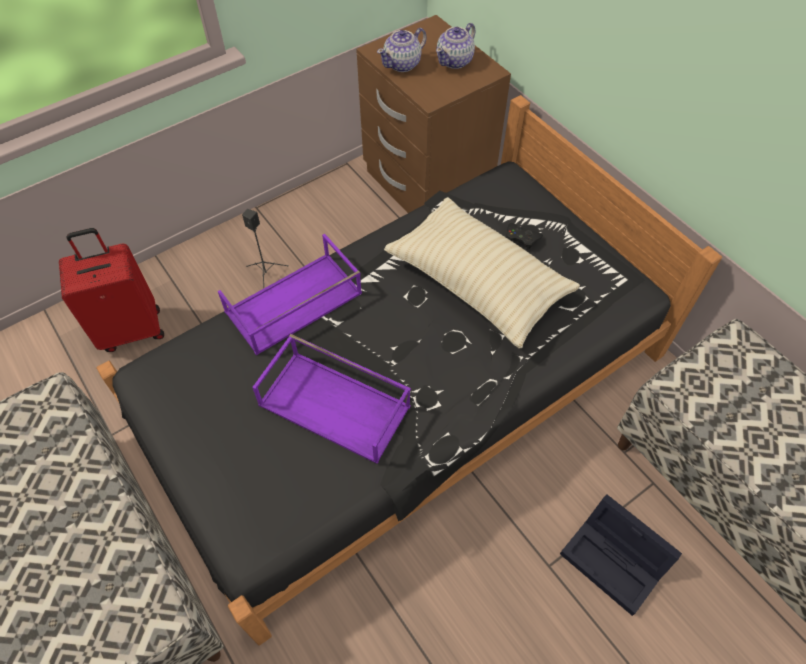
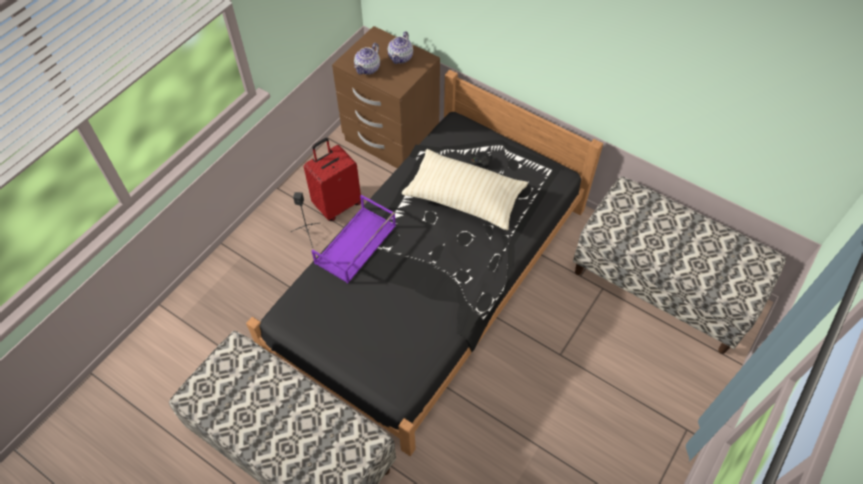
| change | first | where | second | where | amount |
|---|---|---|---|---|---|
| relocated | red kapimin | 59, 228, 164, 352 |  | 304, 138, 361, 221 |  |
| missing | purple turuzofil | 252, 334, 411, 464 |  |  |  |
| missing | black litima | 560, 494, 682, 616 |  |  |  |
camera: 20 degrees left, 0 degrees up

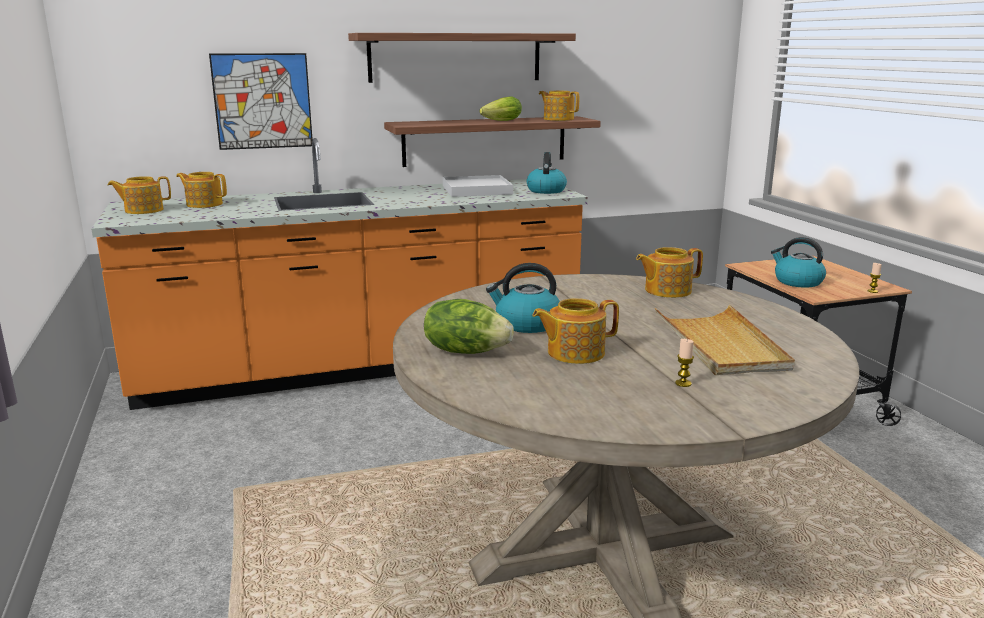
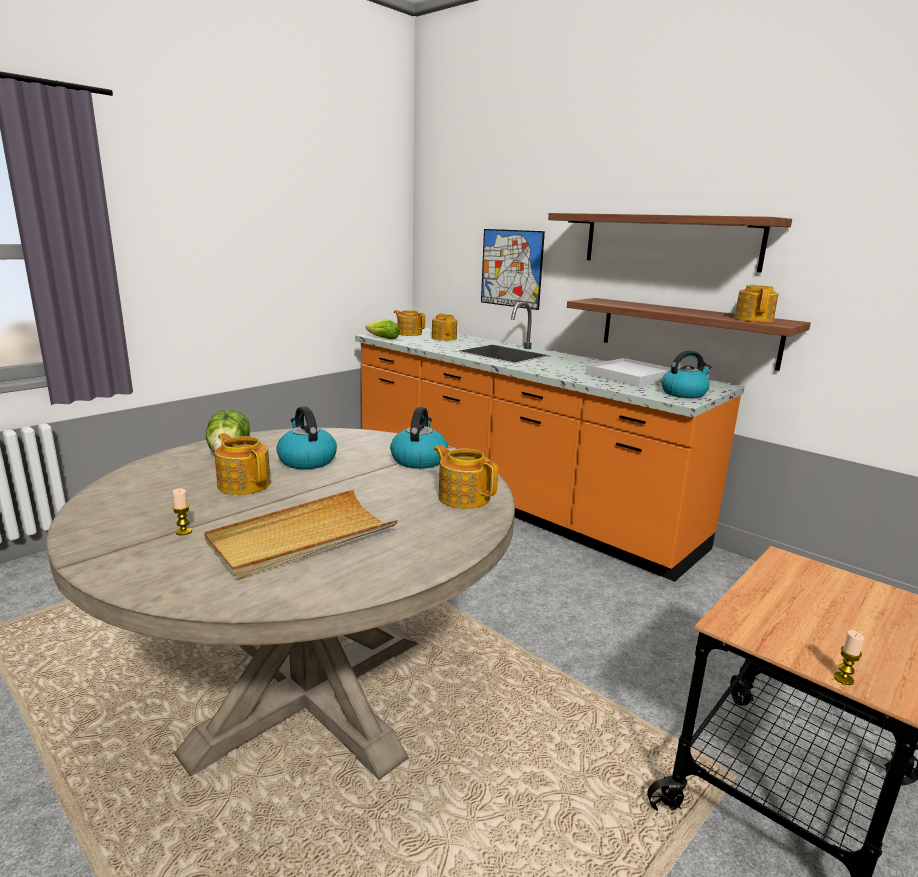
| change | first | where | second | where | amount |
|---|---|---|---|---|---|
| relocated | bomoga | 480, 97, 522, 121 |  | 365, 320, 400, 339 |  |
| relocated | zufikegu | 771, 237, 826, 288 |  | 390, 407, 448, 469 |  |
camera: 60 degrees right, 0 degrees up

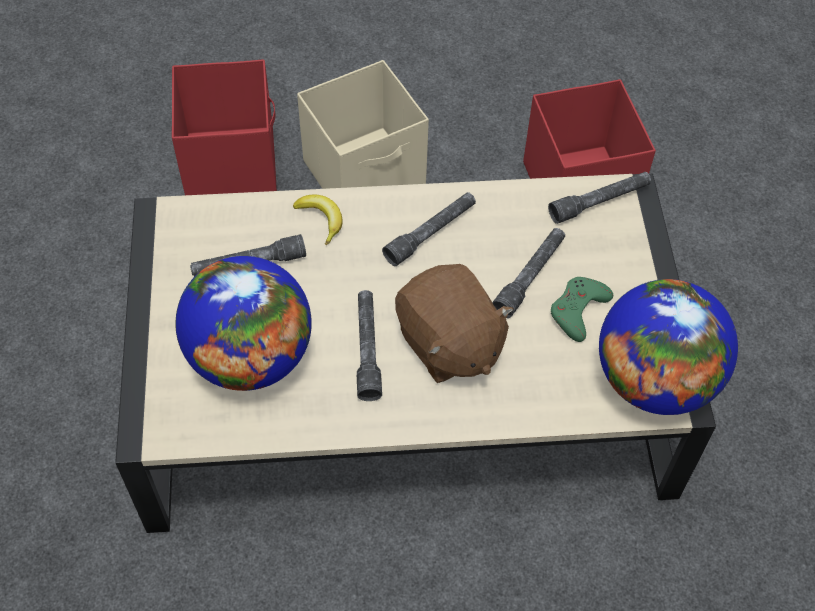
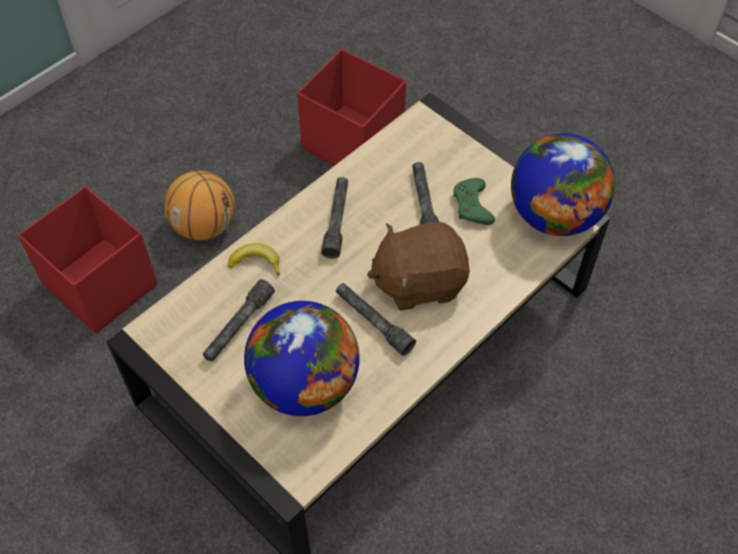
| change | first | where | second | where | amount |
|---|---|---|---|---|---|
| exchanged | beige litima | 297, 60, 429, 189 | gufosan | 164, 171, 235, 240 |  |
| spun | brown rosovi | 395, 264, 514, 383 |  | 367, 222, 470, 311 | 150 degrees clockwise |
| missing | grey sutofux | 548, 172, 651, 224 |  |  |  |
camera: 40 degrees left, 0 degrees up

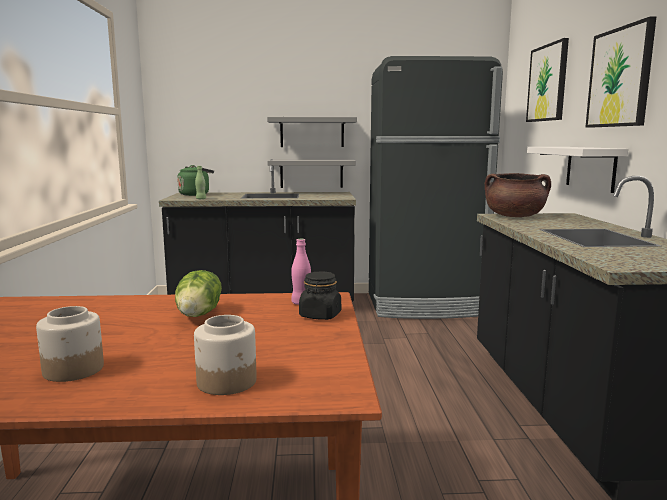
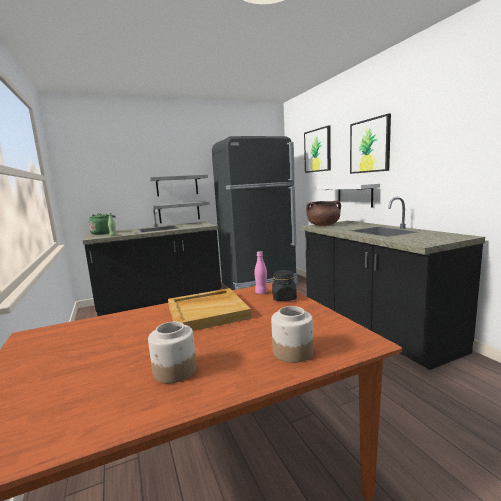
| change | first | where | second | where | amount |
|---|---|---|---|---|---|
| exchanged | bomoga | 175, 270, 222, 317 | beige turuzofil | 168, 288, 252, 331 |  |
camera: 20 degrees left, 0 degrees up

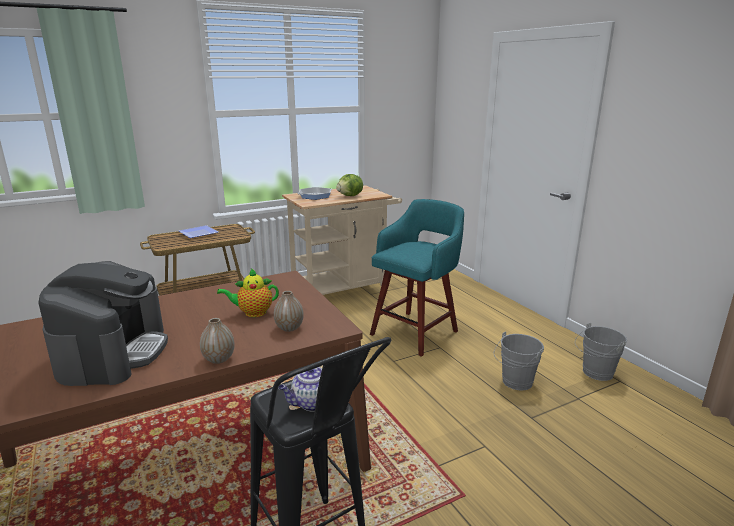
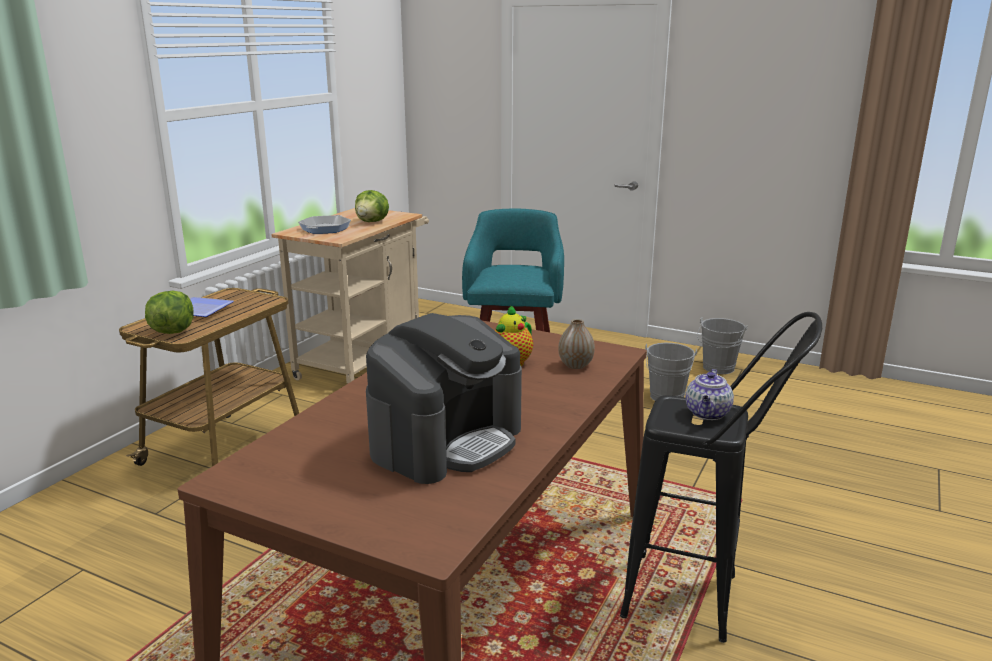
| change | first | where | second | where | amount |
|---|---|---|---|---|---|
| appeared |  |  | bomoga | 145, 291, 193, 334 |  |
| spun | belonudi | 38, 261, 168, 386 |  | 366, 313, 522, 484 | 75 degrees clockwise |
| missing | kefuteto | 200, 318, 235, 364 |  |  |  |
camera: 35 degrees left, 0 degrees up

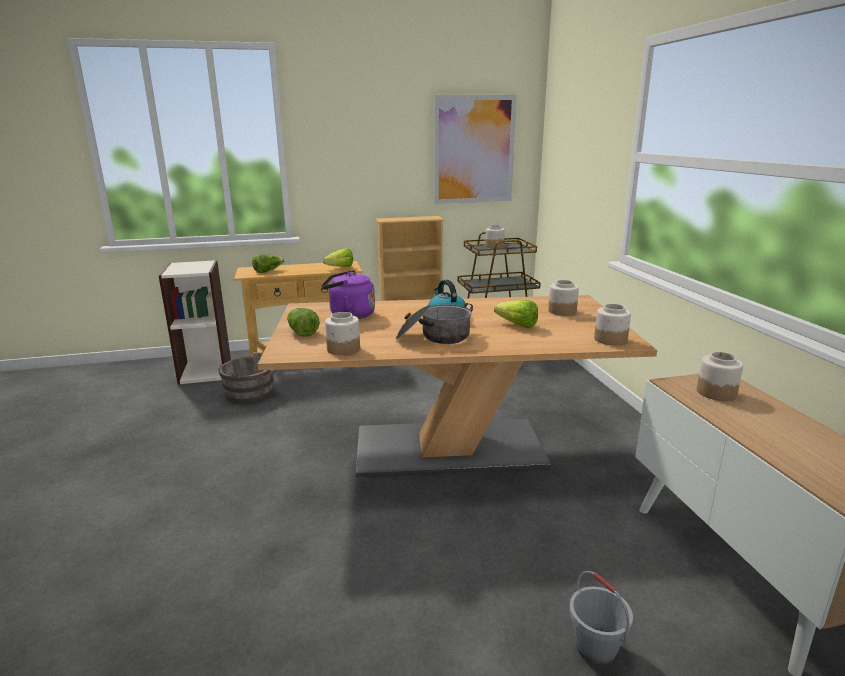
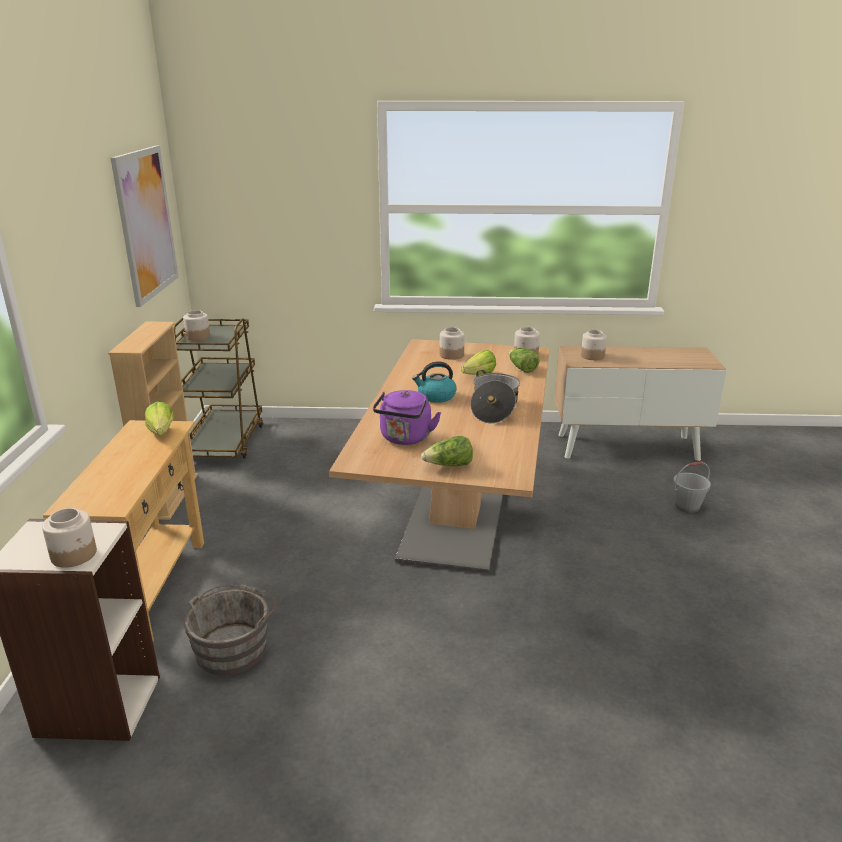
| change | first | where | second | where | amount |
|---|---|---|---|---|---|
| relocated | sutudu | 325, 312, 360, 355 |  | 42, 508, 97, 568 |  |
| relocated | bomoga | 252, 254, 284, 273 |  | 509, 348, 539, 373 |  |
camera: 75 degrees left, 5 degrees up

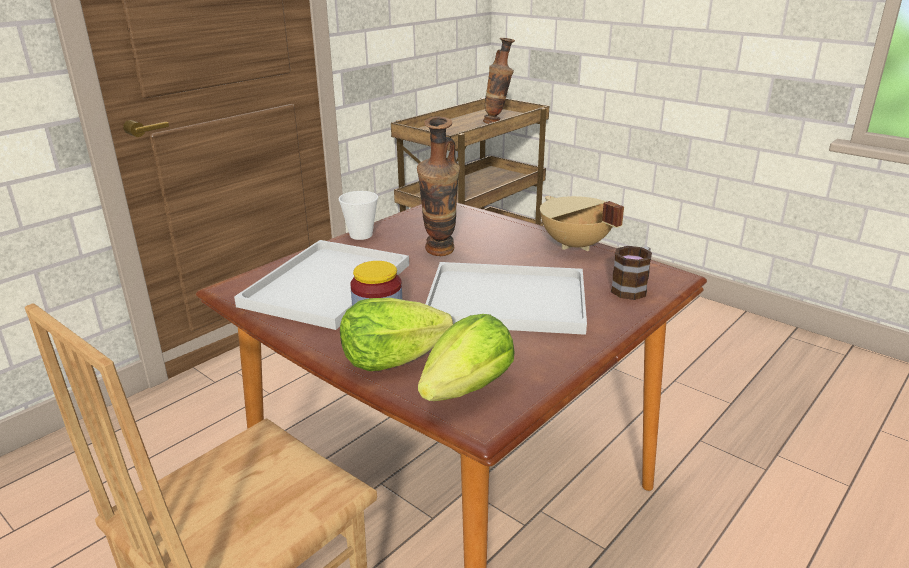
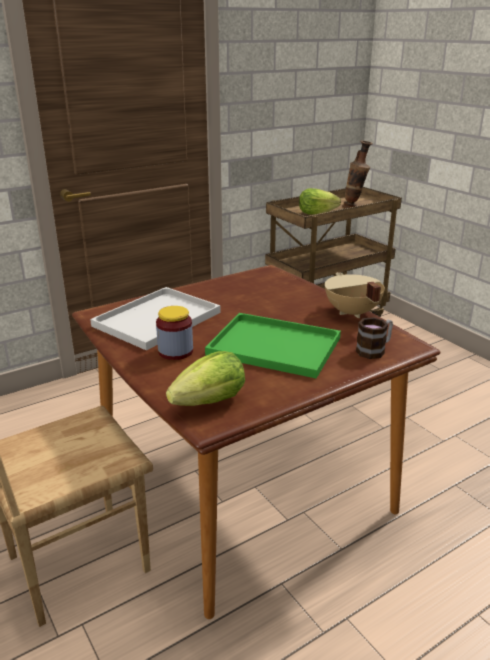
| change | first | where | second | where | amount |
|---|---|---|---|---|---|
| colour | white turuzofil | 425, 262, 587, 335 | green turuzofil | 205, 313, 341, 378 |  |
| relocated | bomoga | 340, 298, 453, 371 |  | 299, 188, 341, 215 |  |
| missing | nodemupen | 338, 191, 378, 240 |  |  |  |
| missing | kefuteto | 417, 117, 460, 256 |  |  |  |
camera: 15 degrees right, 0 degrees up

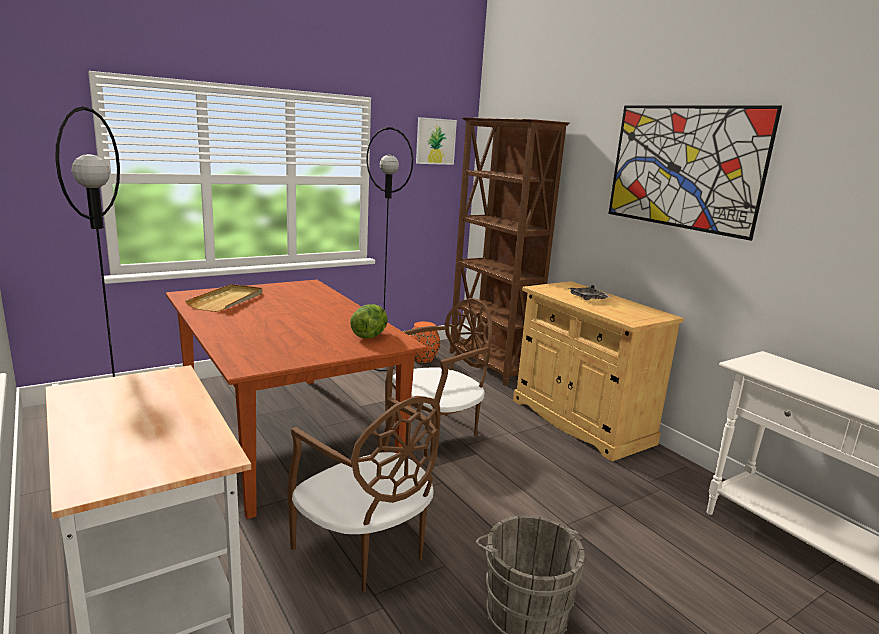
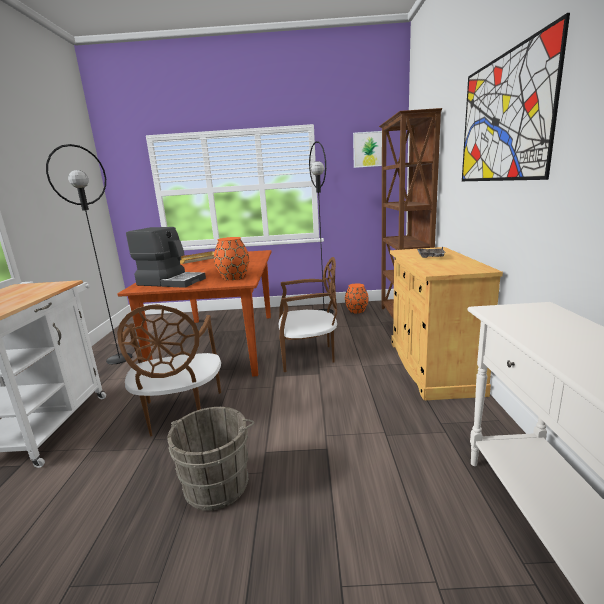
| change | first | where | second | where | amount |
|---|---|---|---|---|---|
| appeared |  |  | belonudi | 126, 227, 206, 288 |  |
| exchanged | bomoga | 350, 304, 388, 338 | orange kefuteto | 214, 237, 249, 280 |  |
camera: 35 degrees right, 0 degrees up

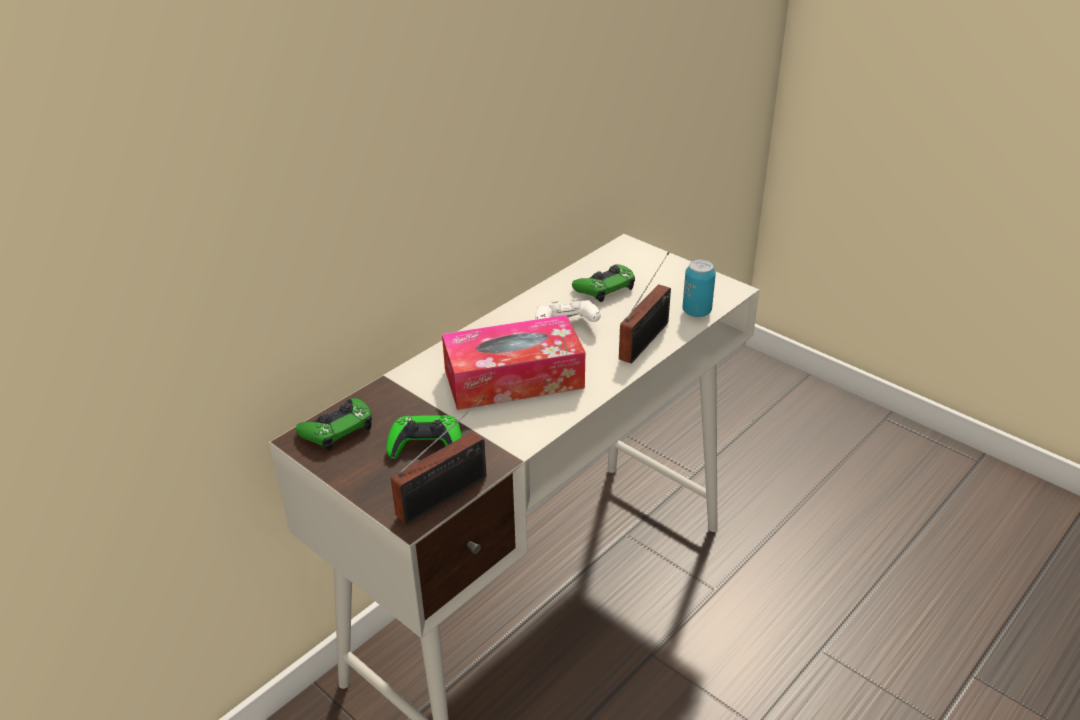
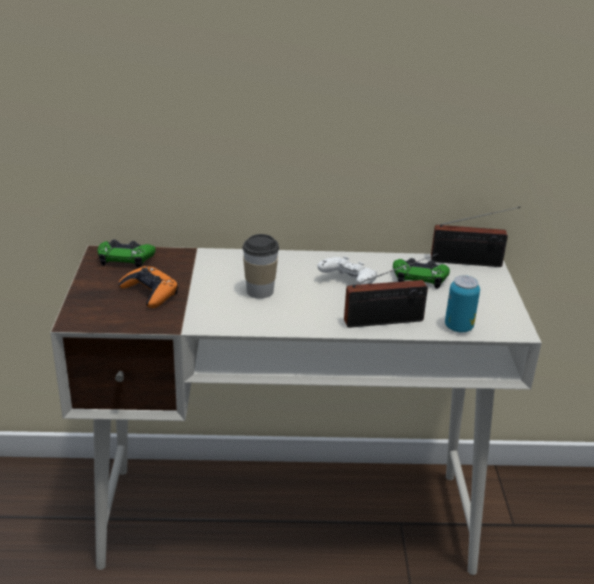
| change | first | where | second | where | amount |
|---|---|---|---|---|---|
| colour | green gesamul | 386, 415, 462, 459 | orange gesamul | 119, 266, 178, 308 |  |
| exchanged | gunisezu | 442, 315, 585, 410 | nodemupen | 242, 234, 279, 299 |  |
| relocated | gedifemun | 391, 397, 486, 524 |  | 431, 207, 520, 267 |  |
camera: 45 degrees right, 5 degrees down

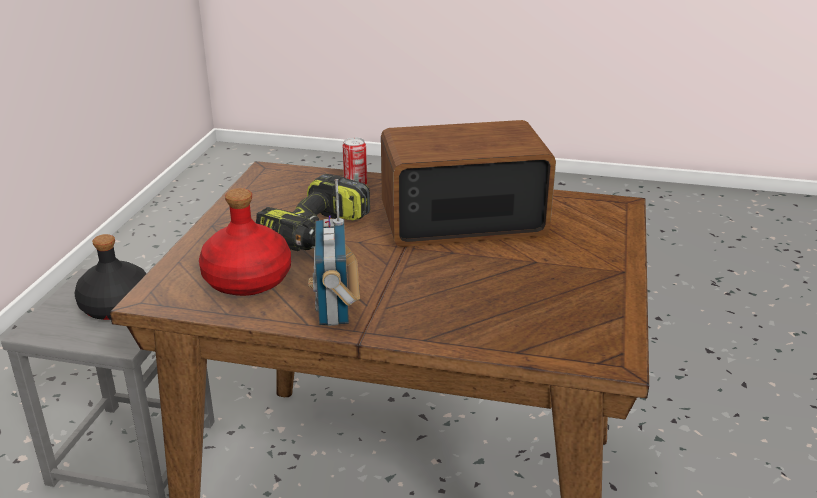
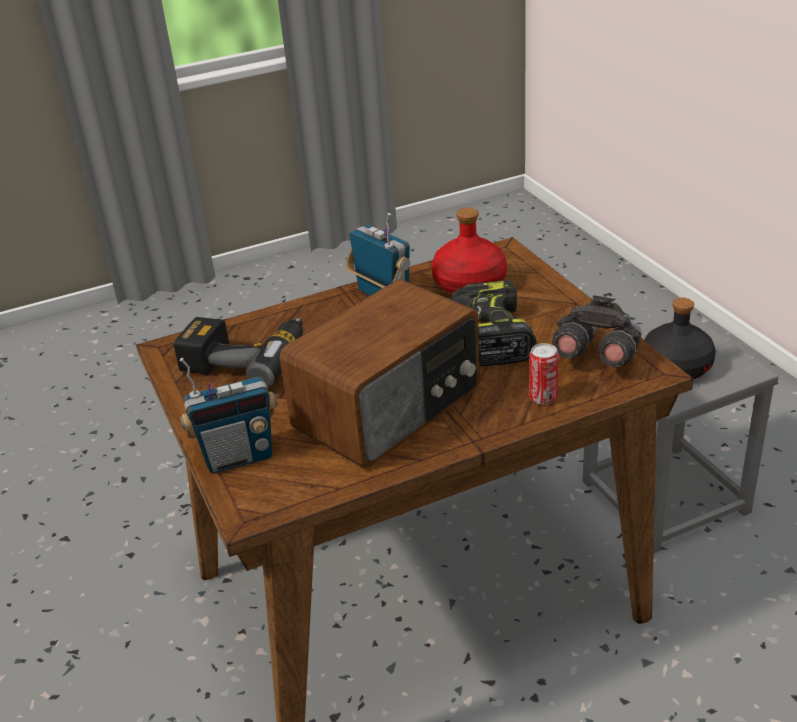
| change | first | where | second | where | amount |
|---|---|---|---|---|---|
| appeared |  |  | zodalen | 174, 317, 303, 388 |  |
| appeared |  |  | gedifemun | 180, 358, 277, 473 |  |
| appeared |  |  | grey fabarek | 552, 295, 642, 367 |  |
camera: 145 degrees right, 5 degrees up

